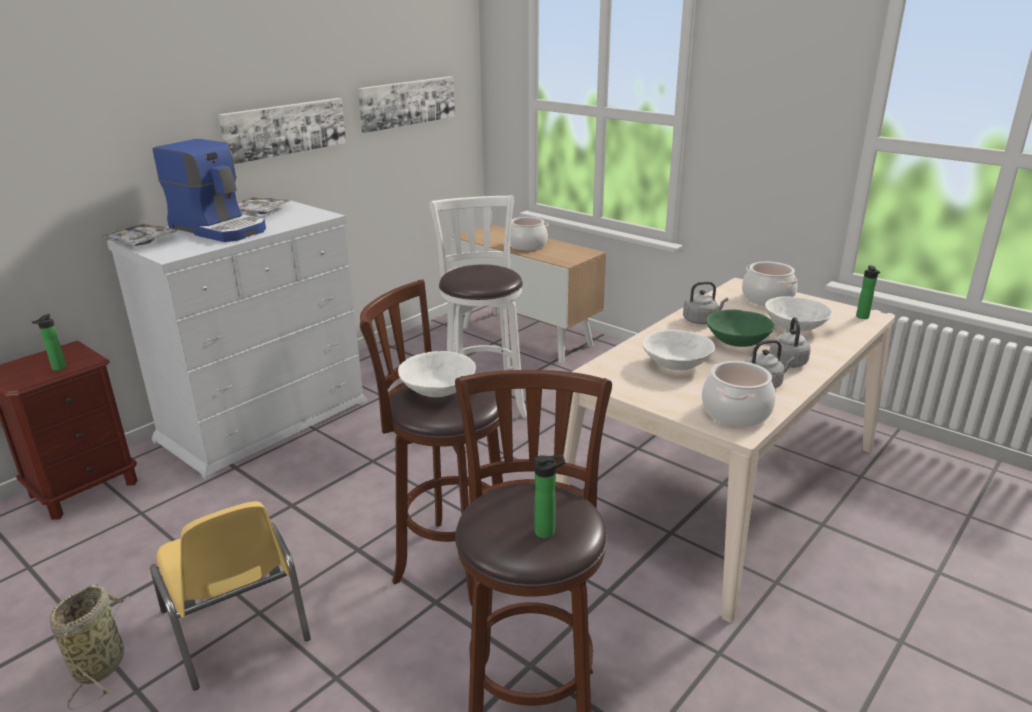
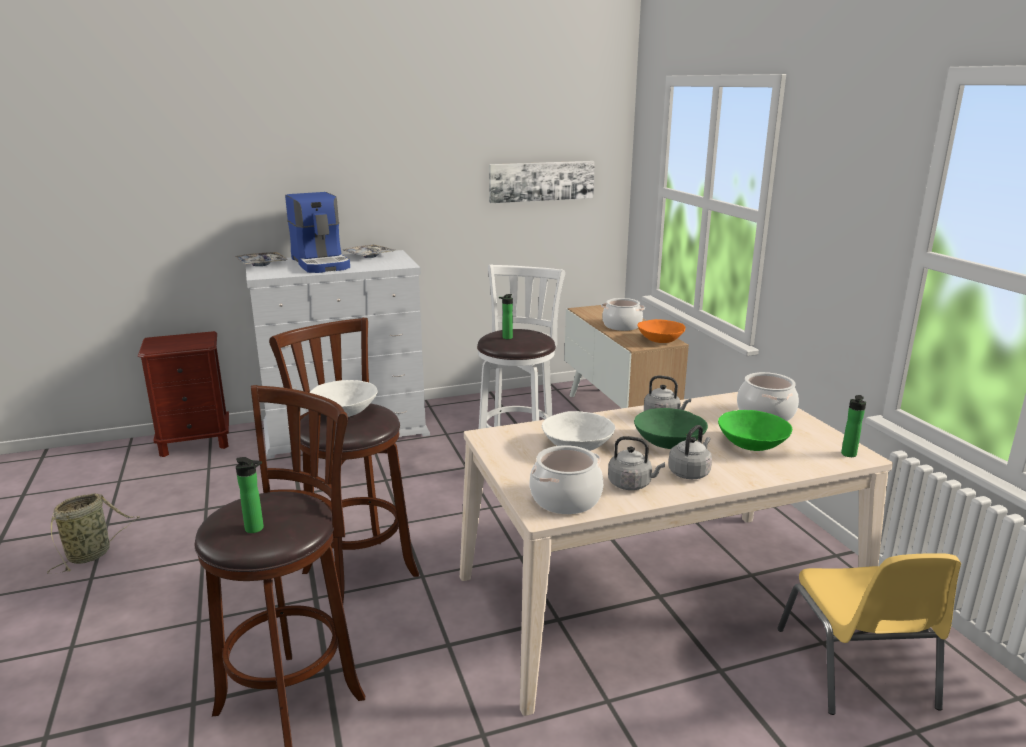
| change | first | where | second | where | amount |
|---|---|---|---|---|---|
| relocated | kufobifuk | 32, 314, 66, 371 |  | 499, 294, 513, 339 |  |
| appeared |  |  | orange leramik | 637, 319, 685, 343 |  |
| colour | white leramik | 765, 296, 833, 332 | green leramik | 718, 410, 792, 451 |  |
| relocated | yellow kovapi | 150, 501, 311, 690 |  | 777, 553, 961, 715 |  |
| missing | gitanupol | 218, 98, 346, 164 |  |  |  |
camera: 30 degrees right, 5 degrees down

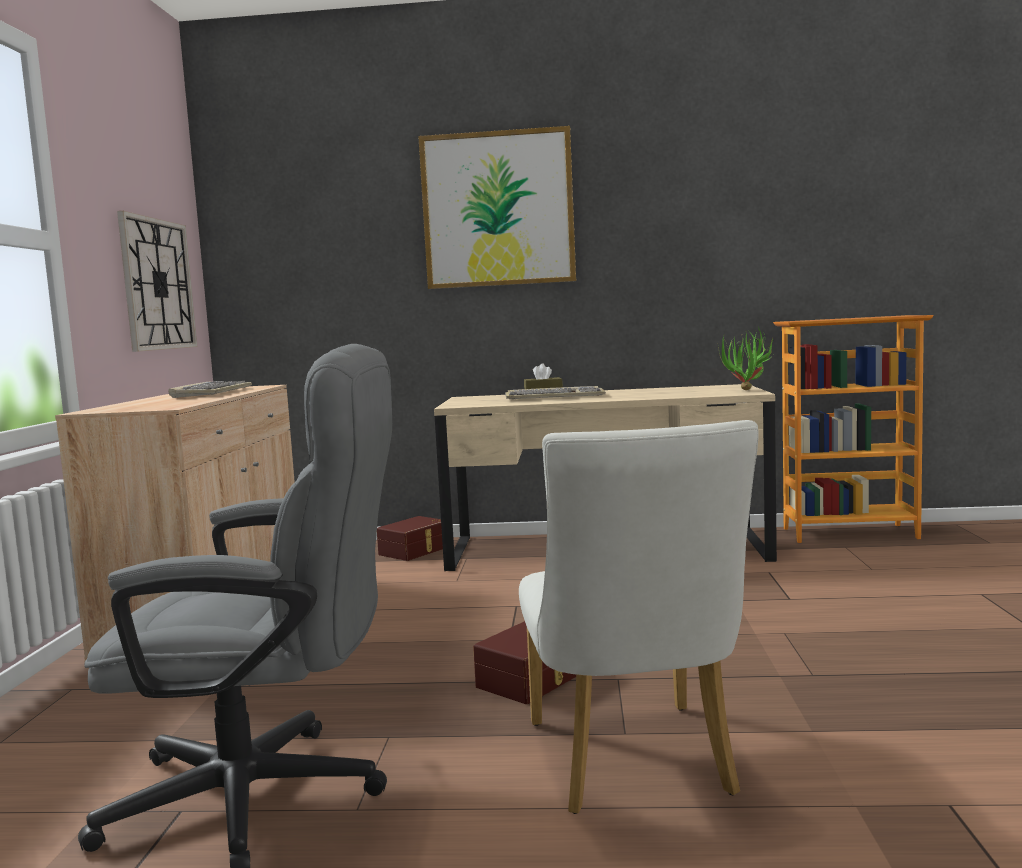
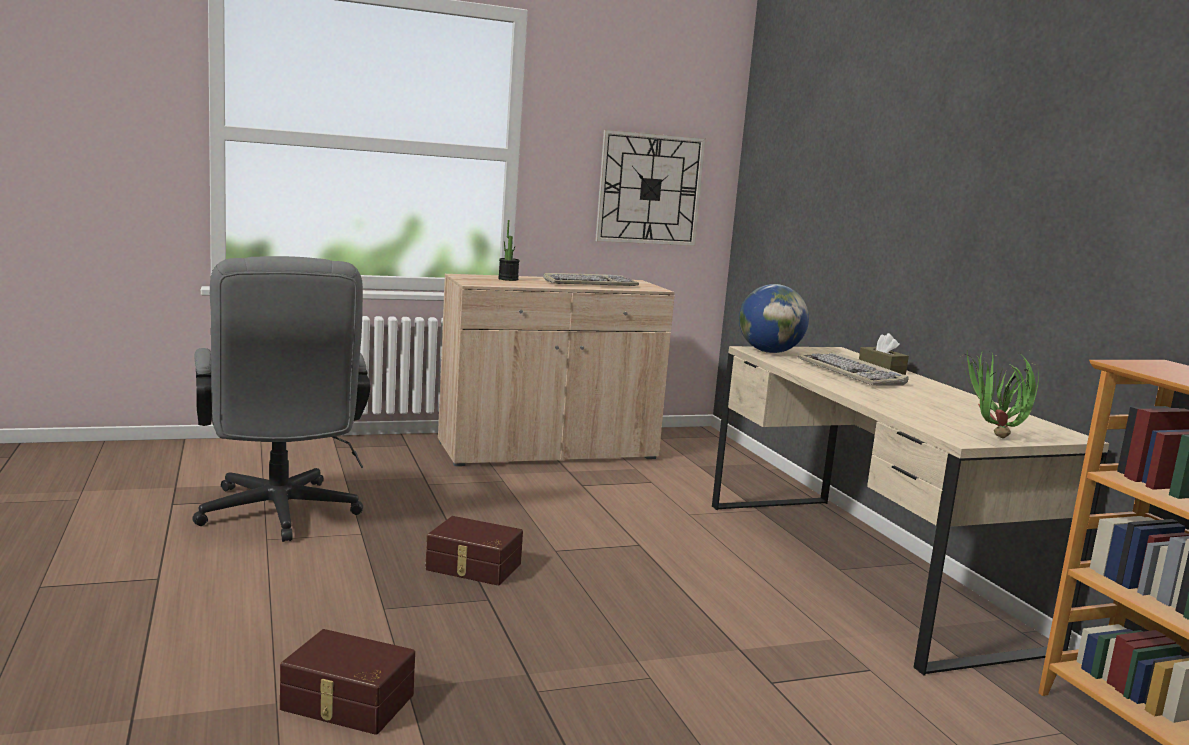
| change | first | where | second | where | amount |
|---|---|---|---|---|---|
| relocated | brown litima | 377, 516, 443, 561 |  | 280, 629, 415, 735 |  |
| appeared |  |  | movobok | 498, 220, 519, 281 |  |
| appeared |  |  | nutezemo | 739, 284, 809, 353 |  |
| missing | gitanupol | 418, 126, 576, 289 |  |  |  |
| missing | white kovapi | 519, 420, 759, 814 |  |  |  |
camera: 65 degrees right, 5 degrees up

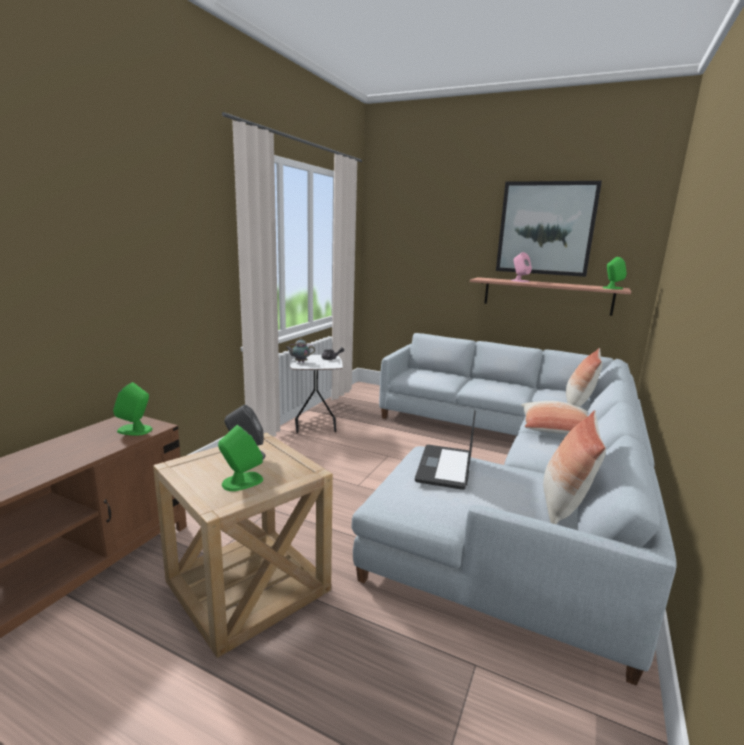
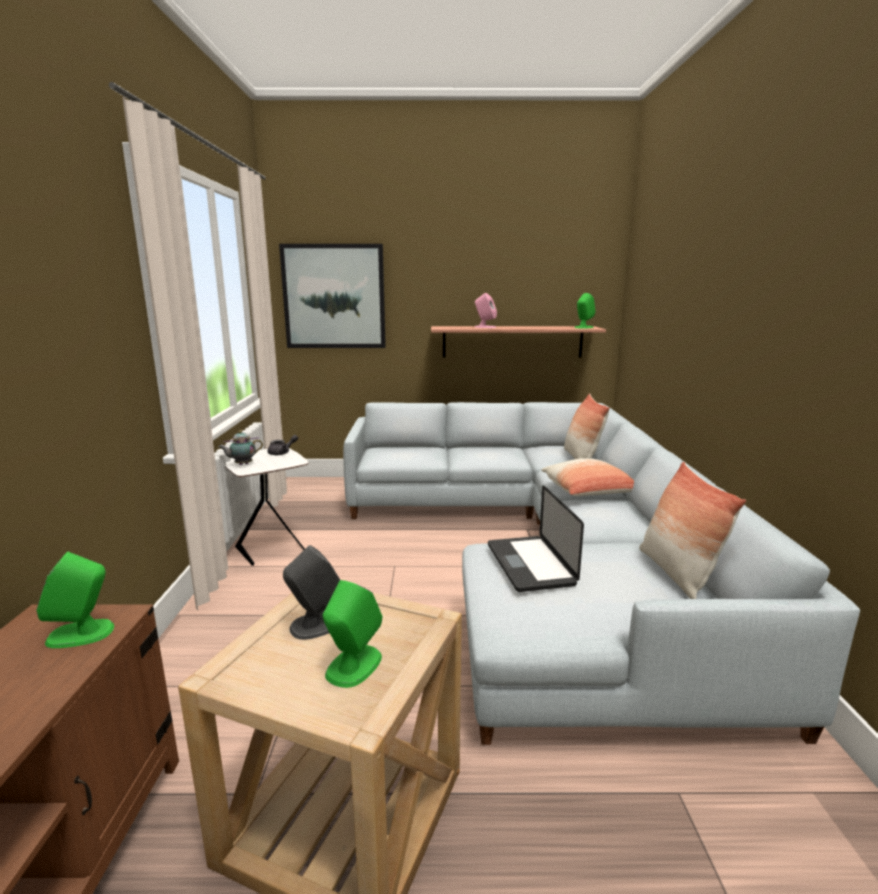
| change | first | where | second | where | amount |
|---|---|---|---|---|---|
| relocated | gitanupol | 496, 181, 602, 277 |  | 279, 244, 386, 348 |  |
camera: 25 degrees left, 0 degrees up

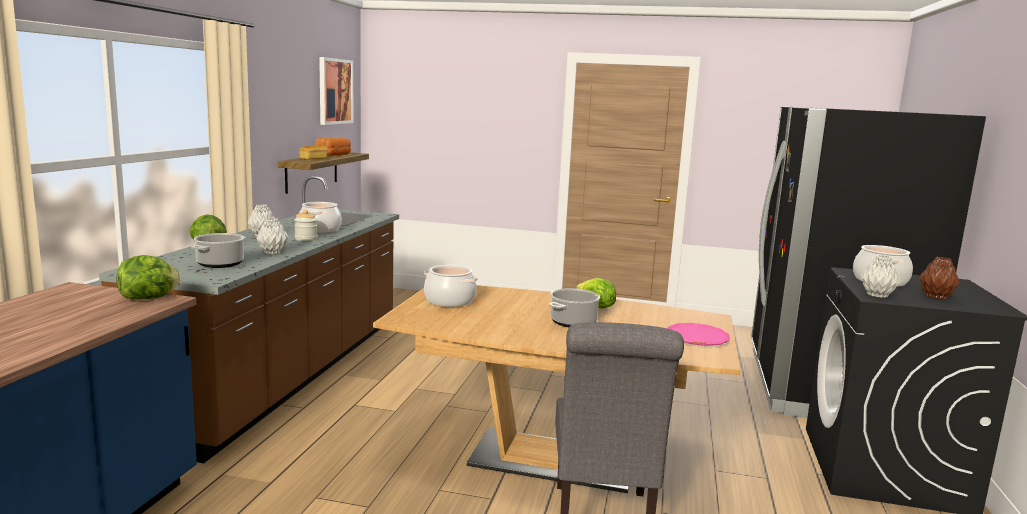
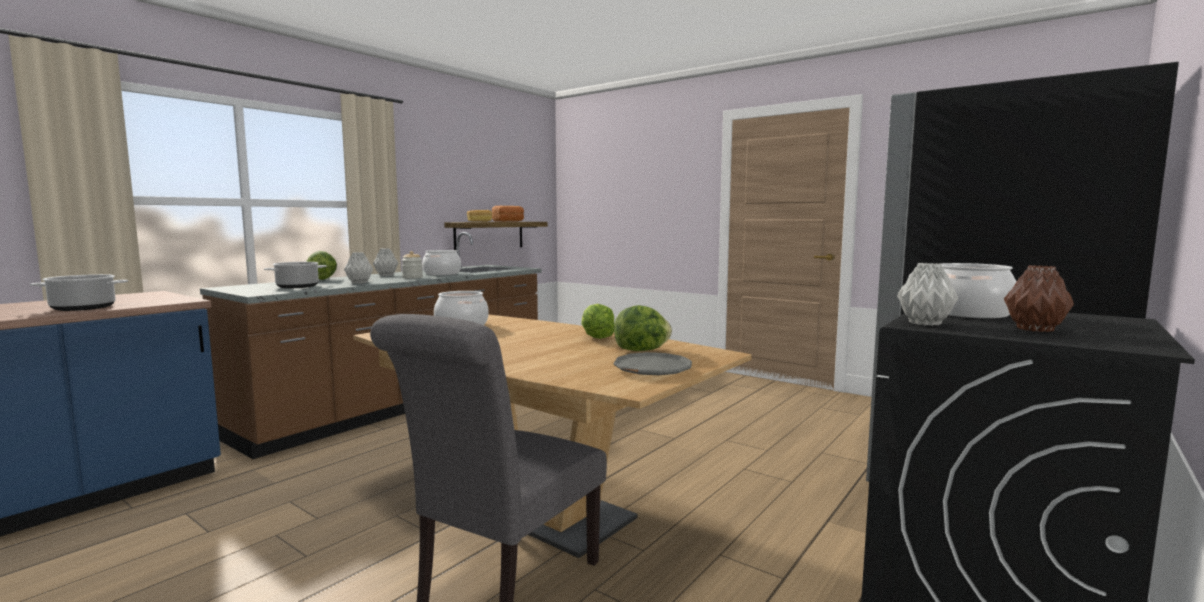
| change | first | where | second | where | amount |
|---|---|---|---|---|---|
| relocated | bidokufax | 549, 288, 600, 327 |  | 30, 274, 128, 311 |  |
| colour | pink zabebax | 668, 323, 729, 346 | grey zabebax | 613, 352, 692, 375 |  |
| relocated | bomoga | 116, 255, 180, 300 |  | 614, 305, 672, 351 |  |
| missing | gitanupol | 319, 57, 353, 125 |  |  |  |
camera: 25 degrees right, 5 degrees down

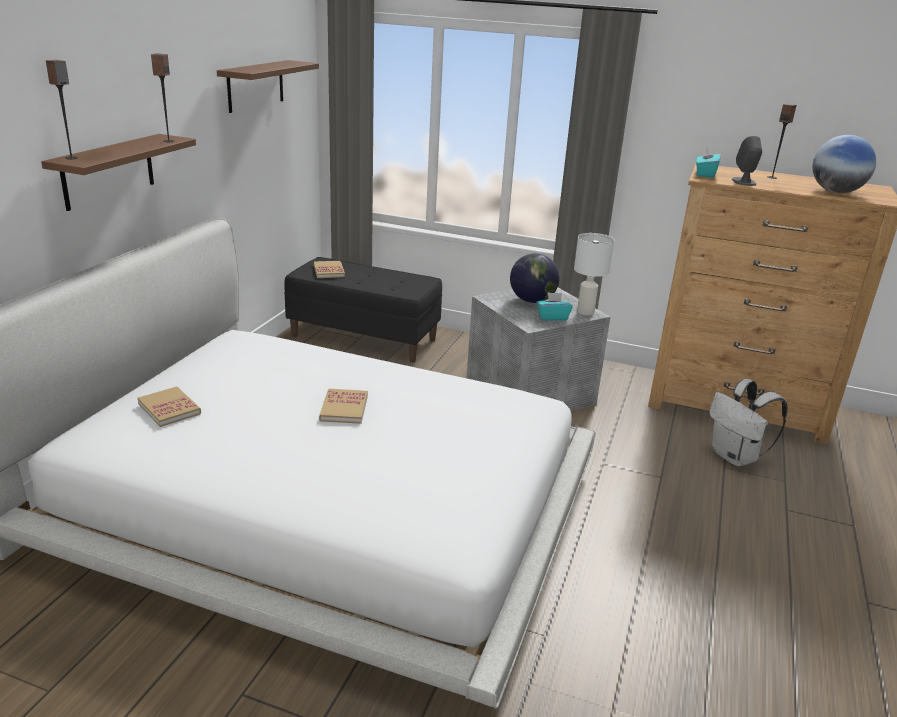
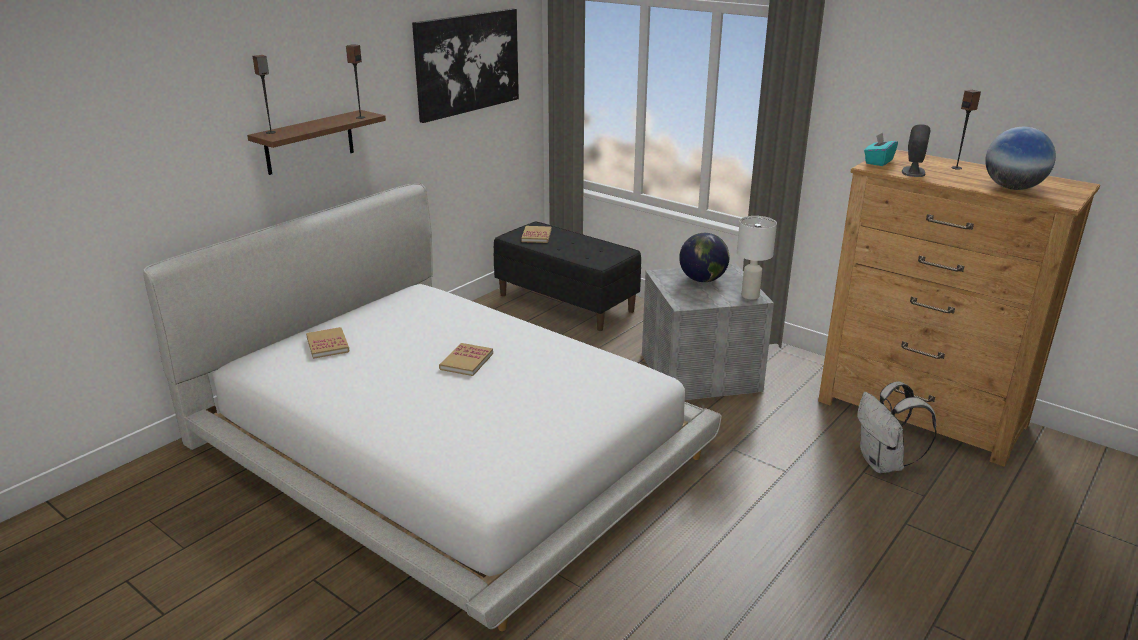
| change | first | where | second | where | amount |
|---|---|---|---|---|---|
| exchanged | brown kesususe | 217, 60, 319, 113 | gitanupol | 412, 8, 519, 123 |  |
| missing | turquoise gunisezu | 537, 292, 573, 321 |  |  |  |
camera: 20 degrees right, 0 degrees up

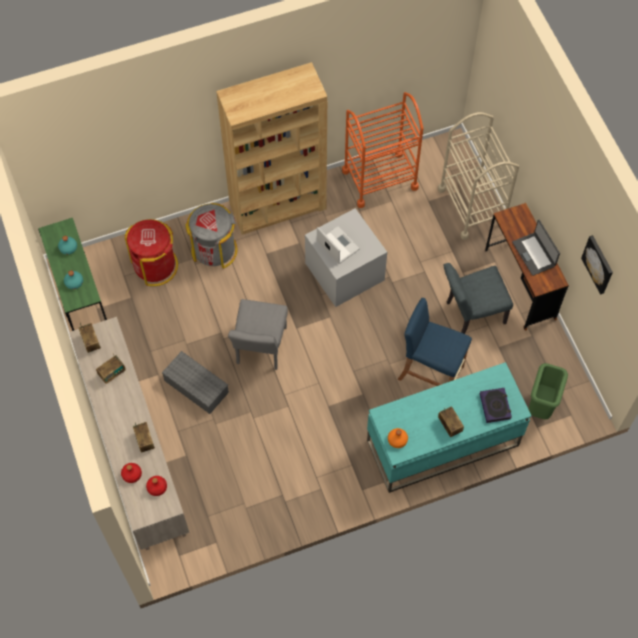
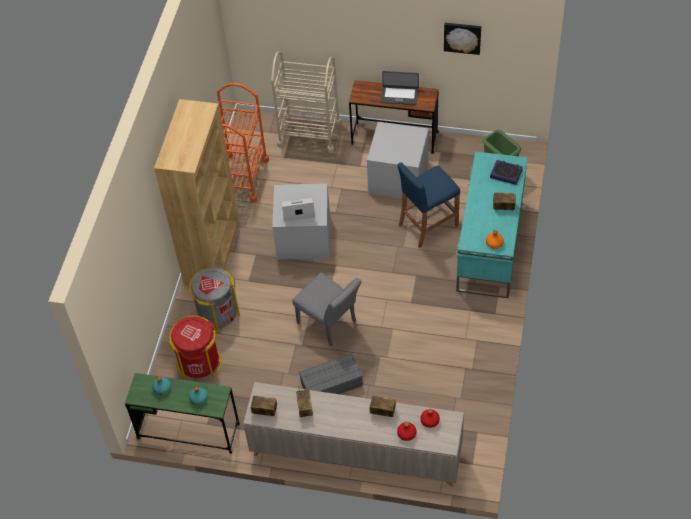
| change | first | where | second | where | amount |
|---|---|---|---|---|---|
| exchanged | grey kovapi | 444, 263, 513, 334 | grey litima | 367, 122, 429, 200 |  |
camera: 55 degrees left, 10 degrees down

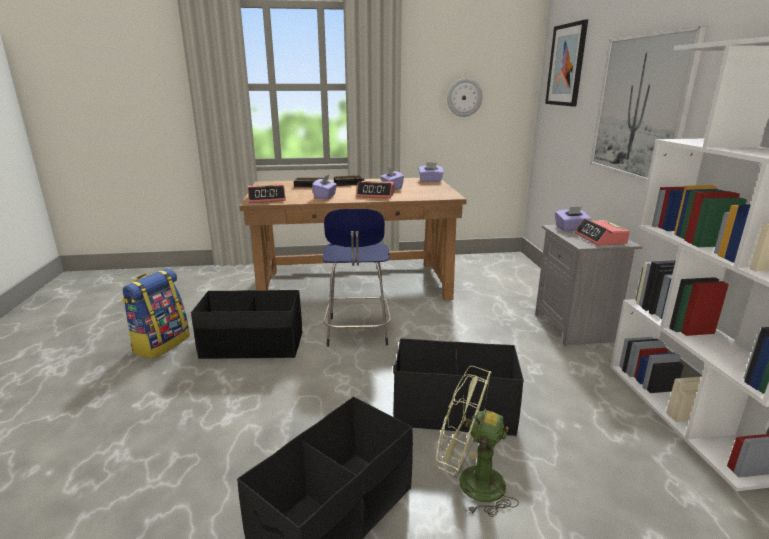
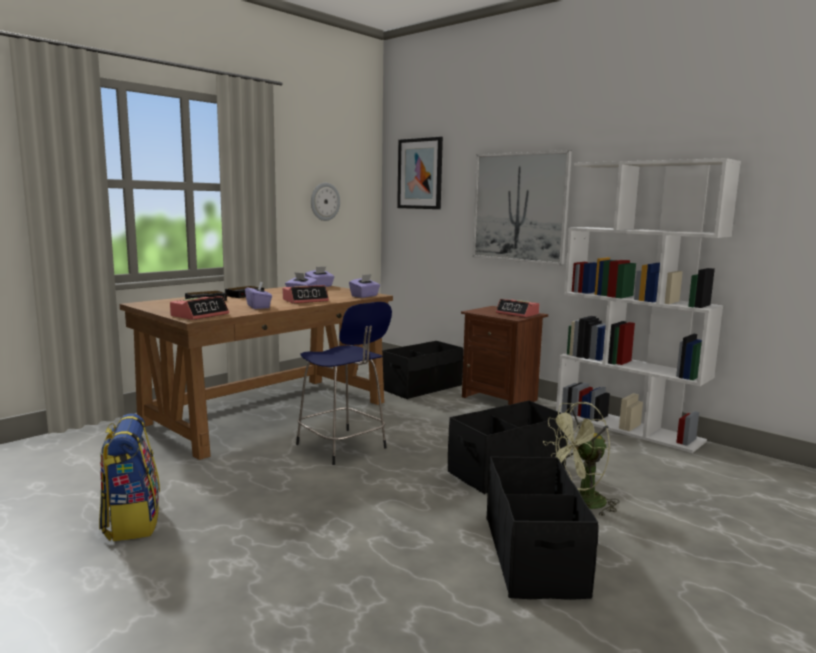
| change | first | where | second | where | amount |
|---|---|---|---|---|---|
| relocated | purple gunisezu | 555, 206, 591, 231 |  | 349, 274, 380, 298 |  |
| relocated | black litima | 191, 290, 302, 359 |  | 382, 341, 463, 399 |  |
| colour | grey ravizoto | 535, 225, 642, 346 | brown ravizoto | 461, 306, 548, 405 |  |
camera: 40 degrees left, 10 degrees down

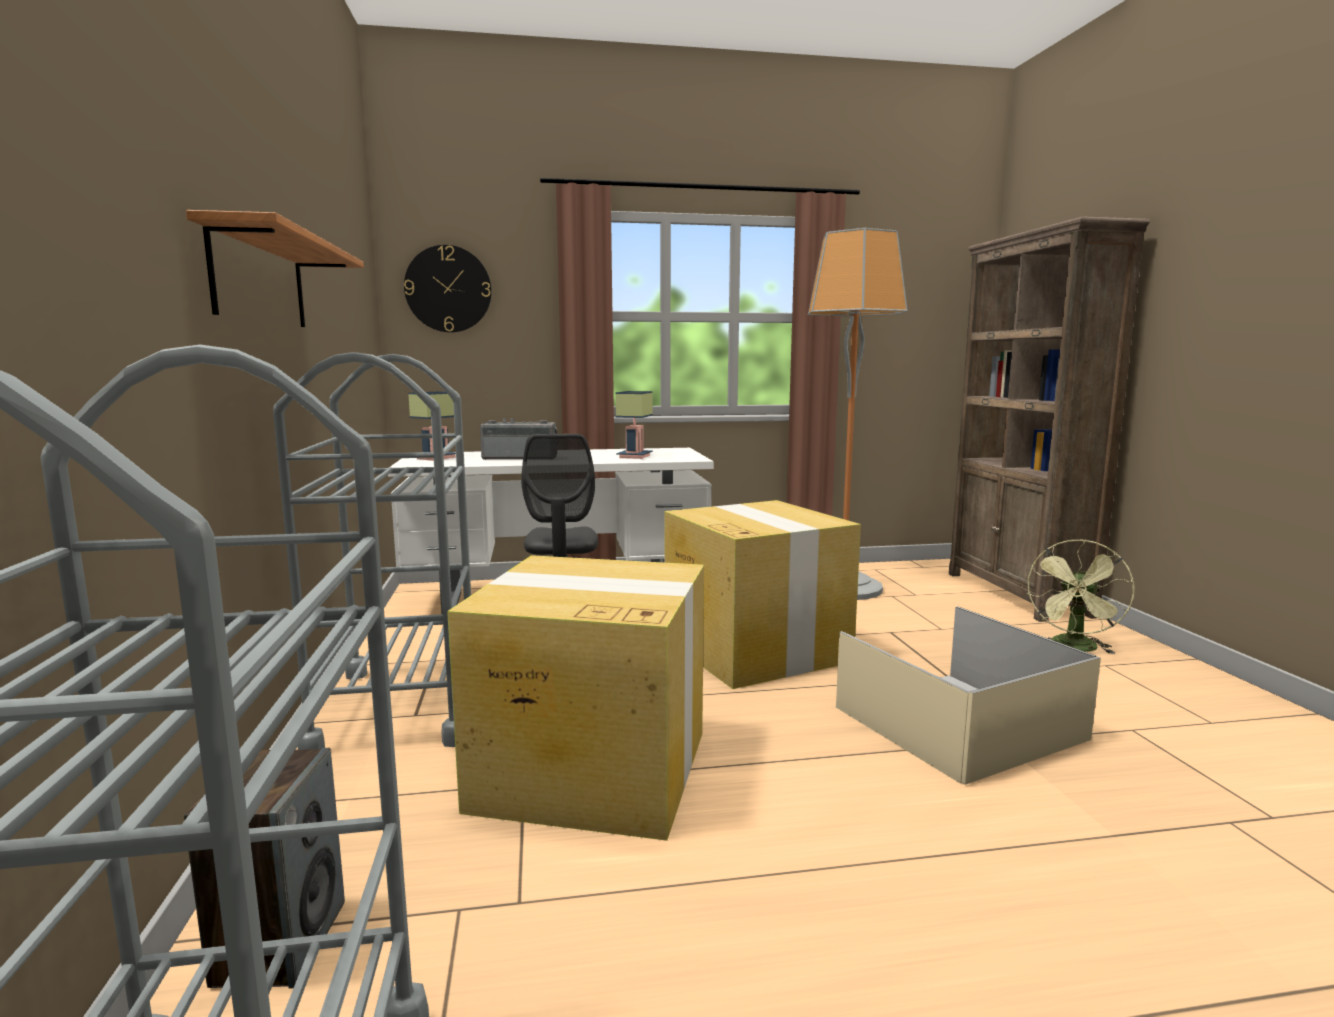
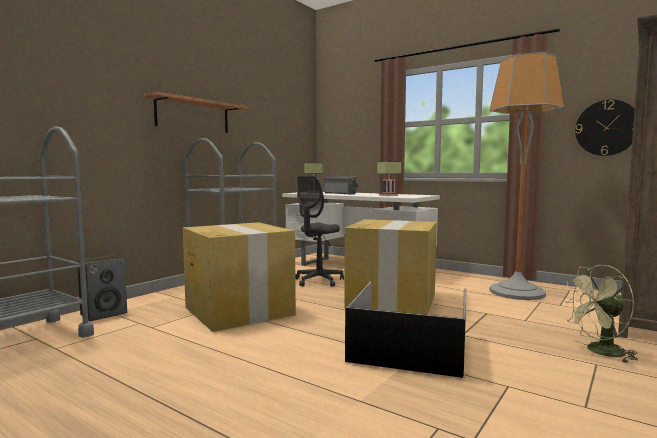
| change | first | where | second | where | amount |
|---|---|---|---|---|---|
| colour | beige litima | 835, 606, 1101, 785 | black litima | 345, 282, 466, 378 |  |
| relocated | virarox | 404, 245, 492, 332 |  | 575, 100, 635, 156 |  |
camera: 45 degrees right, 5 degrees down

